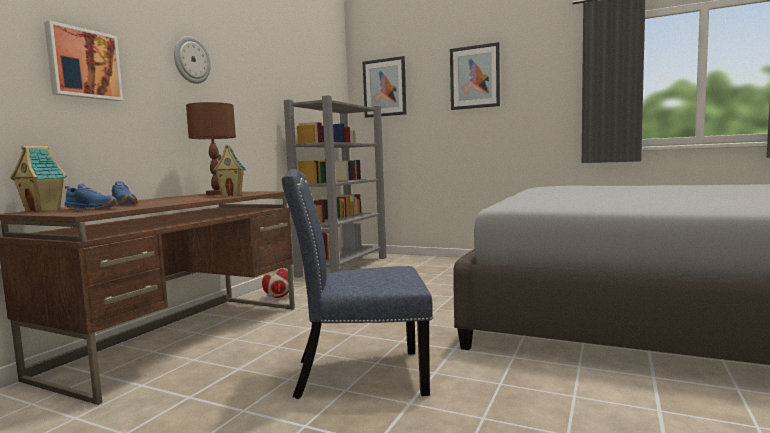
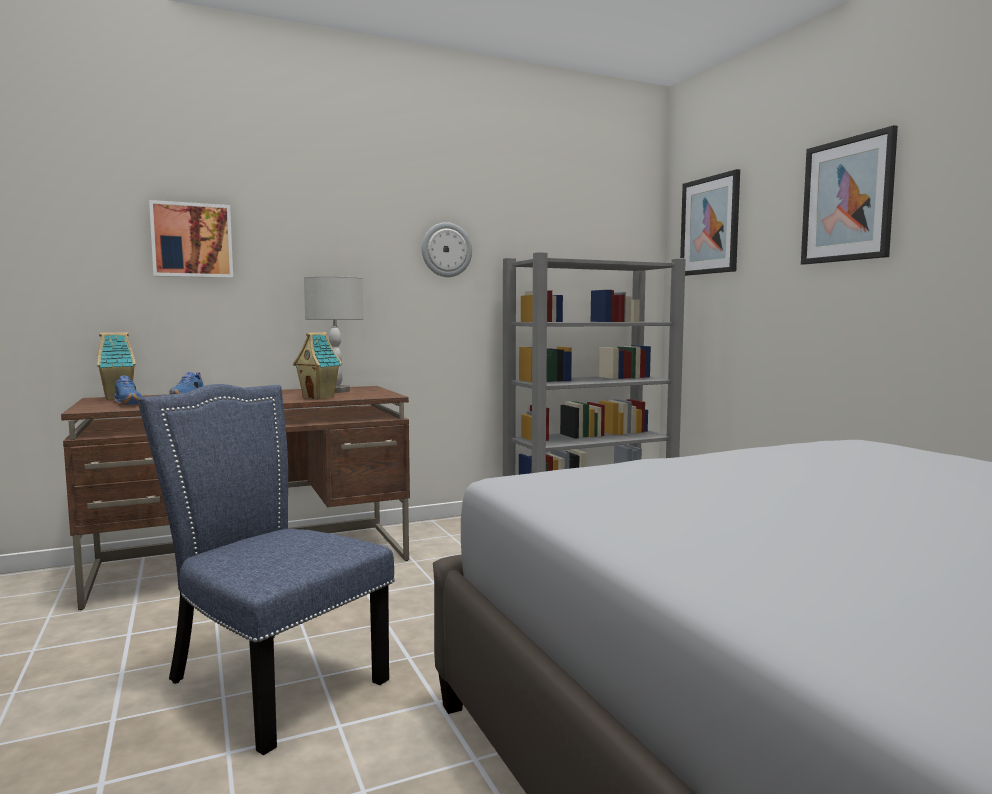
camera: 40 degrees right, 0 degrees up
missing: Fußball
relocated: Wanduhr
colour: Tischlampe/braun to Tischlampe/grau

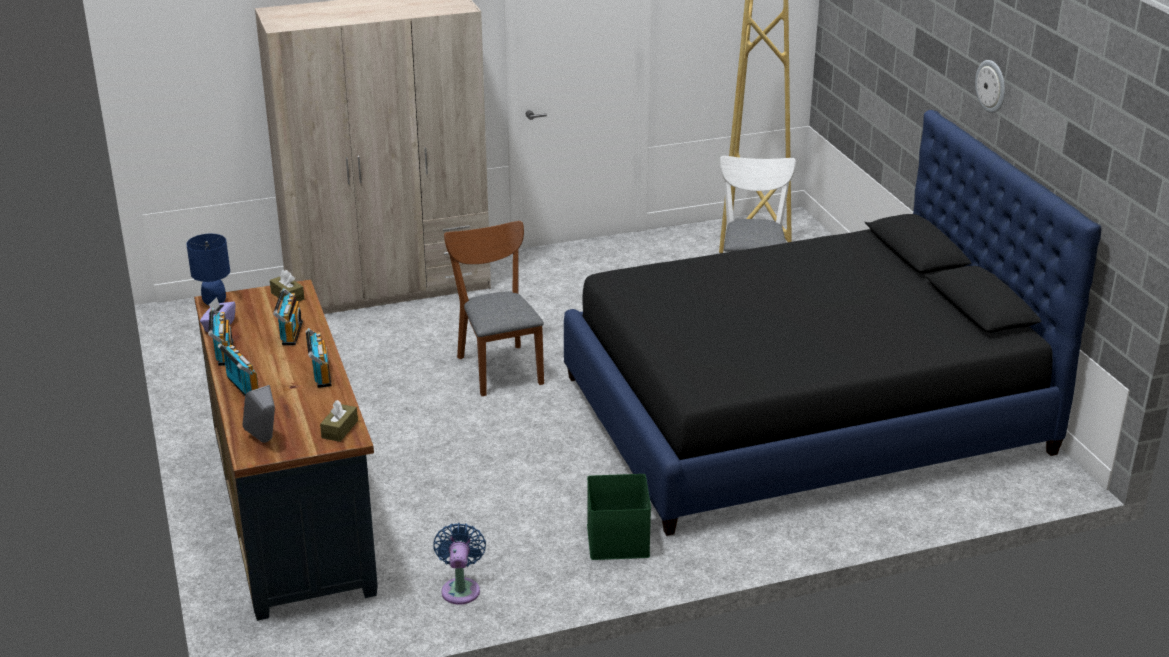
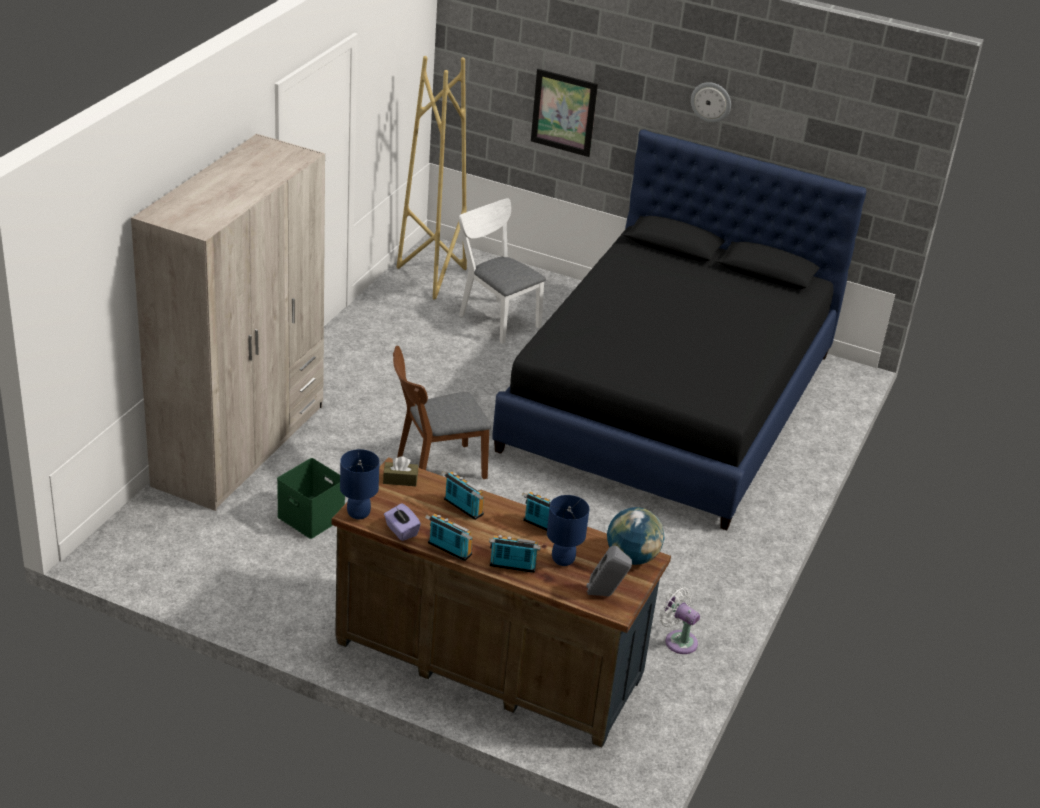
camera: 50 degrees left, 5 degrees up
appeared: Bild; Tischlampe/blau (no. 2 from left)
relocated: Aufbewahrungsbox/grün
exchanged: Taschentuchbox/braun (no. 2 from left) to Globus
colour: Ventilator/blau to Ventilator/weiß
spun: Stuhl/braun 45 degrees counterclockwise

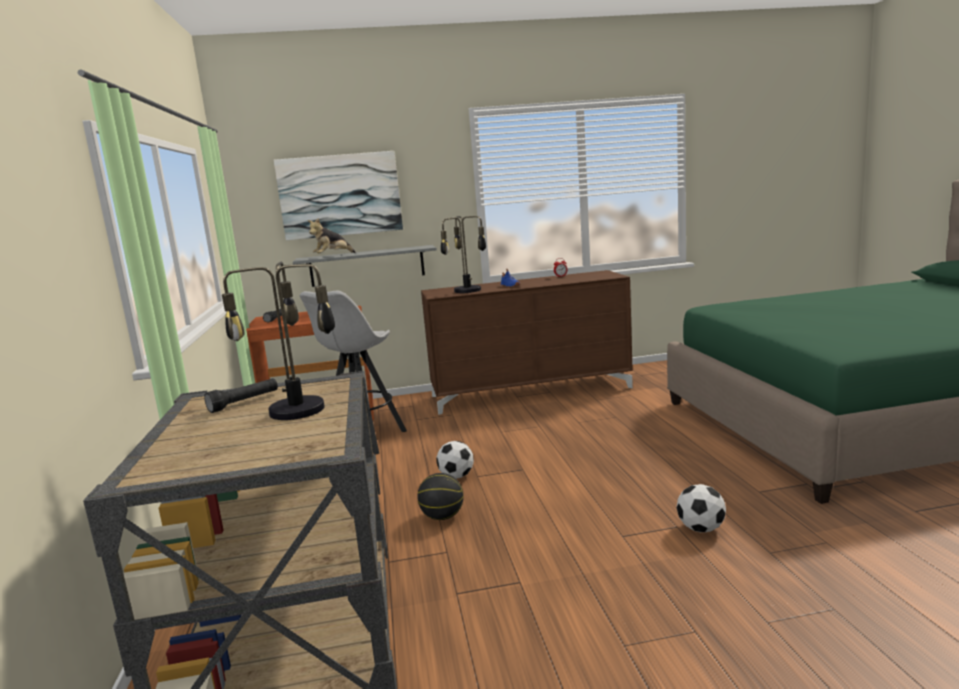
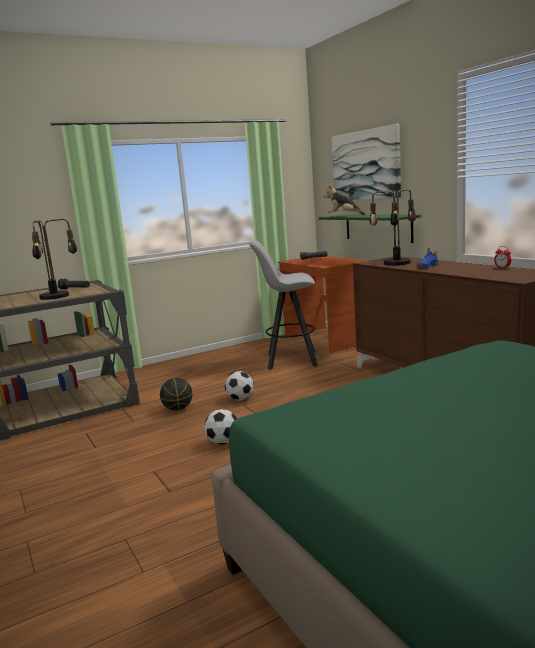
camera: 70 degrees right, 0 degrees up
relocated: Fußball (no. 2 from left in the first image) to Fußball (no. 1 from left)
colour: Wandregal/grau to Wandregal/grün

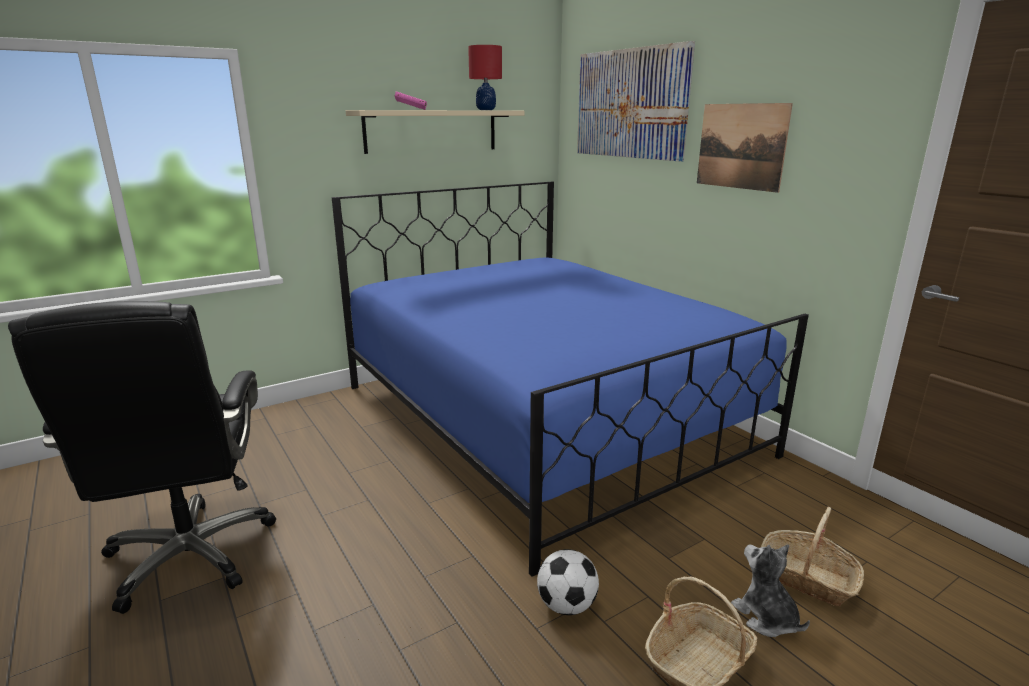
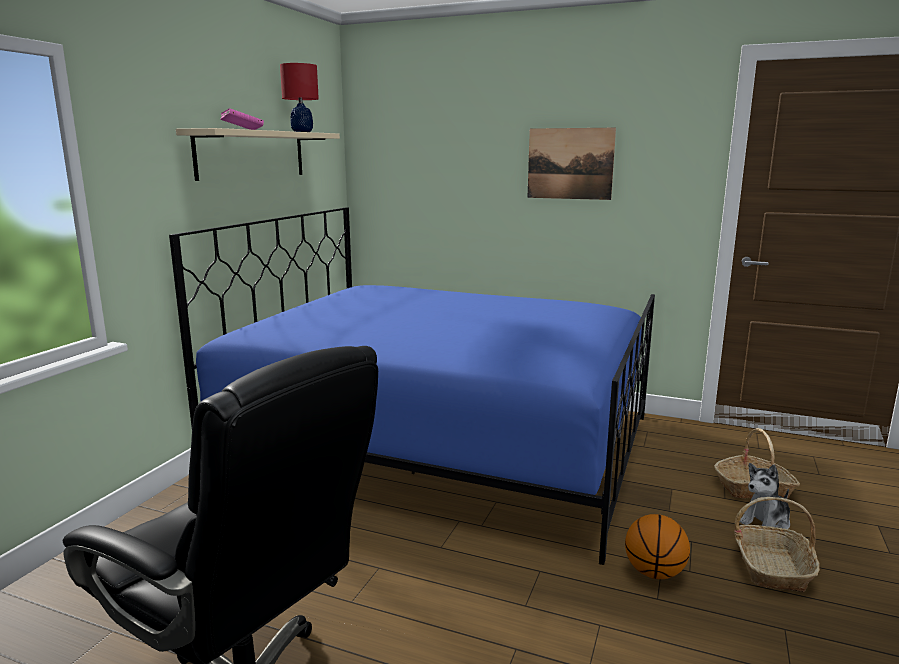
camera: 35 degrees left, 5 degrees down
missing: Bild (no. 1 from left)
exchanged: Fußball to Basketball
spun: Plüschtier 60 degrees counterclockwise

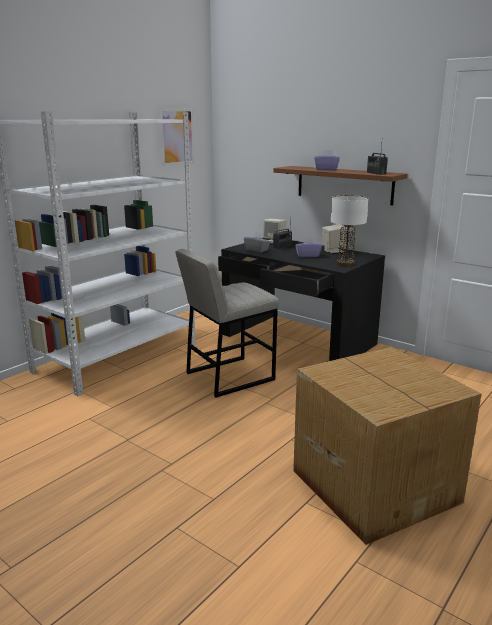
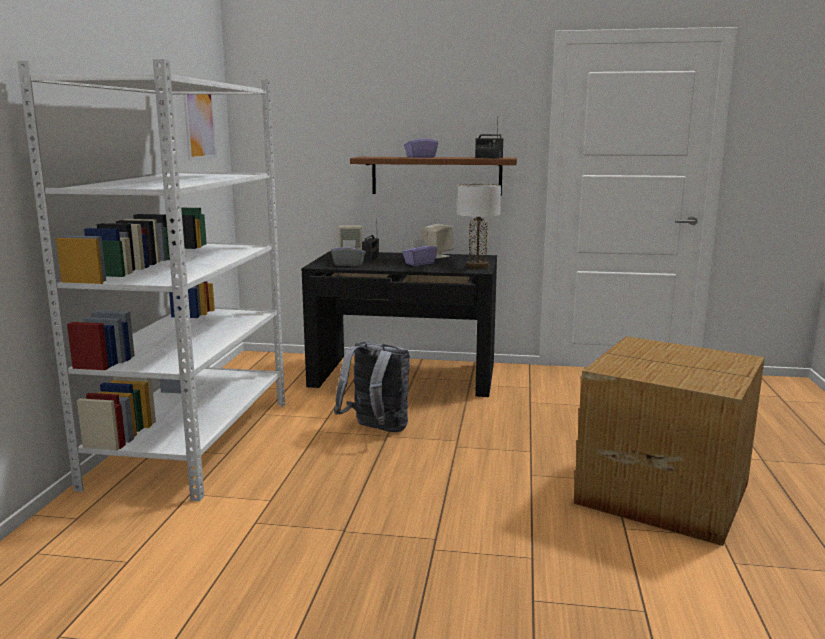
camera: 30 degrees left, 5 degrees down
exchanged: Stuhl/grau to Rucksack/grau

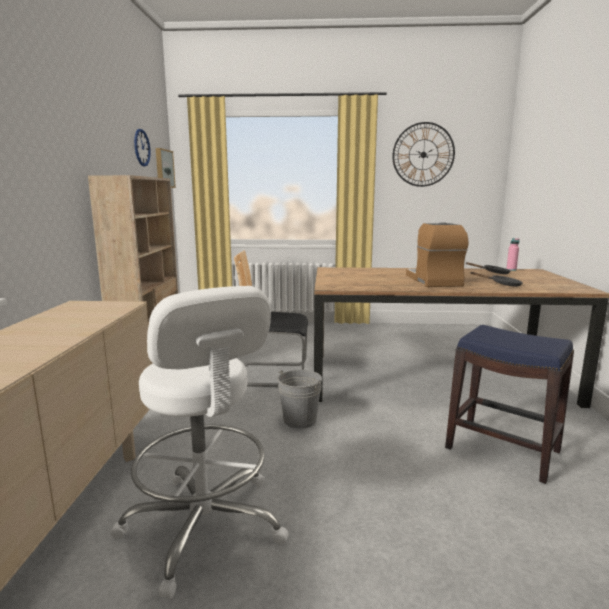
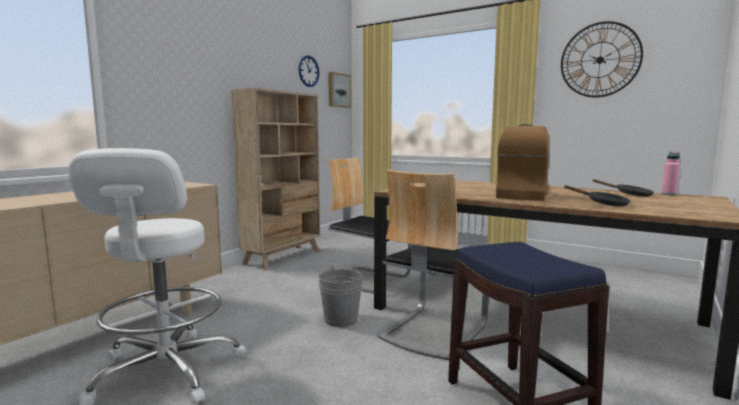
camera: 30 degrees right, 5 degrees down
appeared: Stuhl (no. 2 from left)

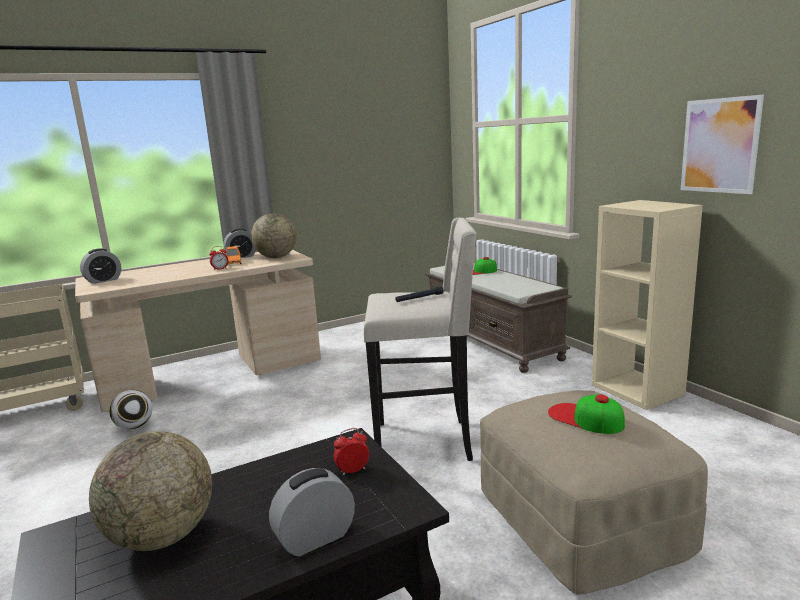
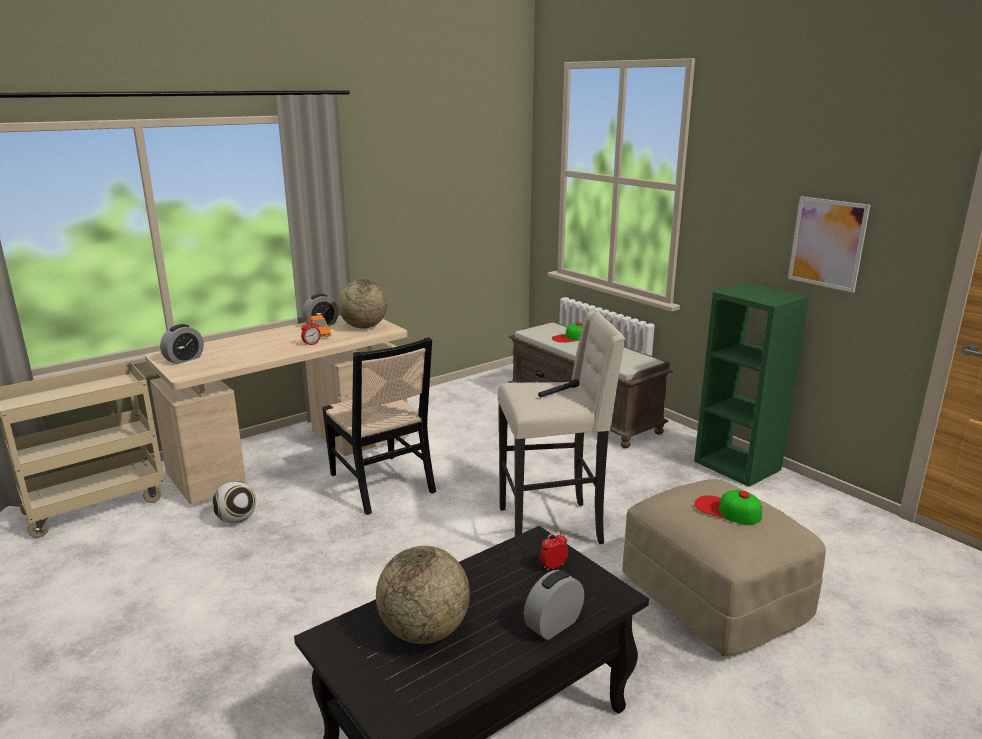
camera: 10 degrees left, 5 degrees up
appeared: Stuhl
colour: Bücherregal/beige to Bücherregal/grün

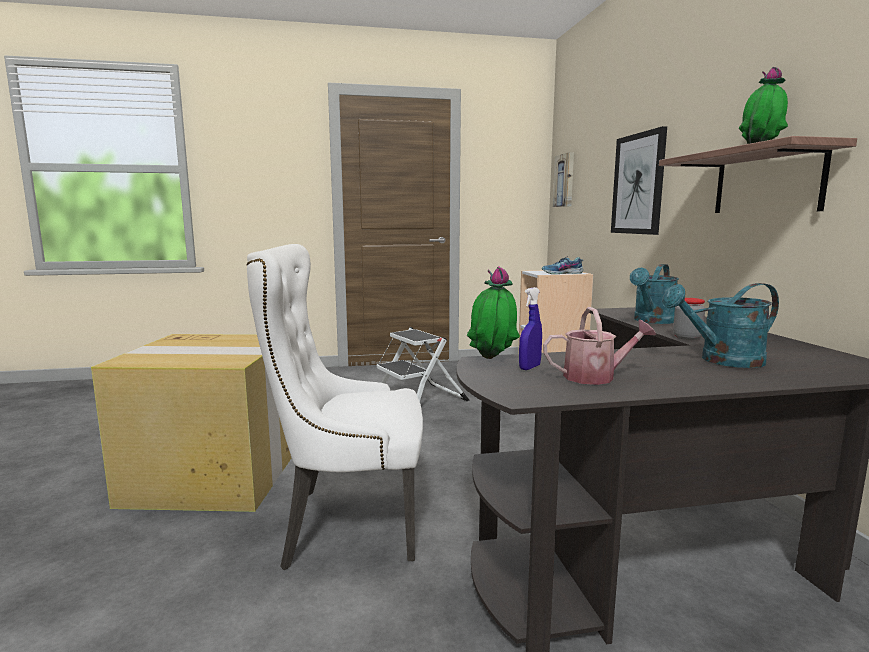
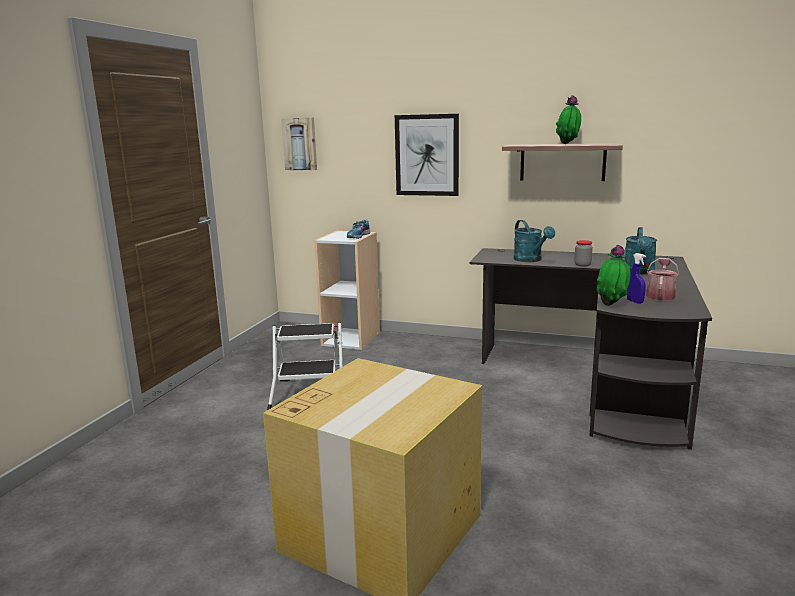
camera: 60 degrees left, 5 degrees up
missing: Stuhl/weiß

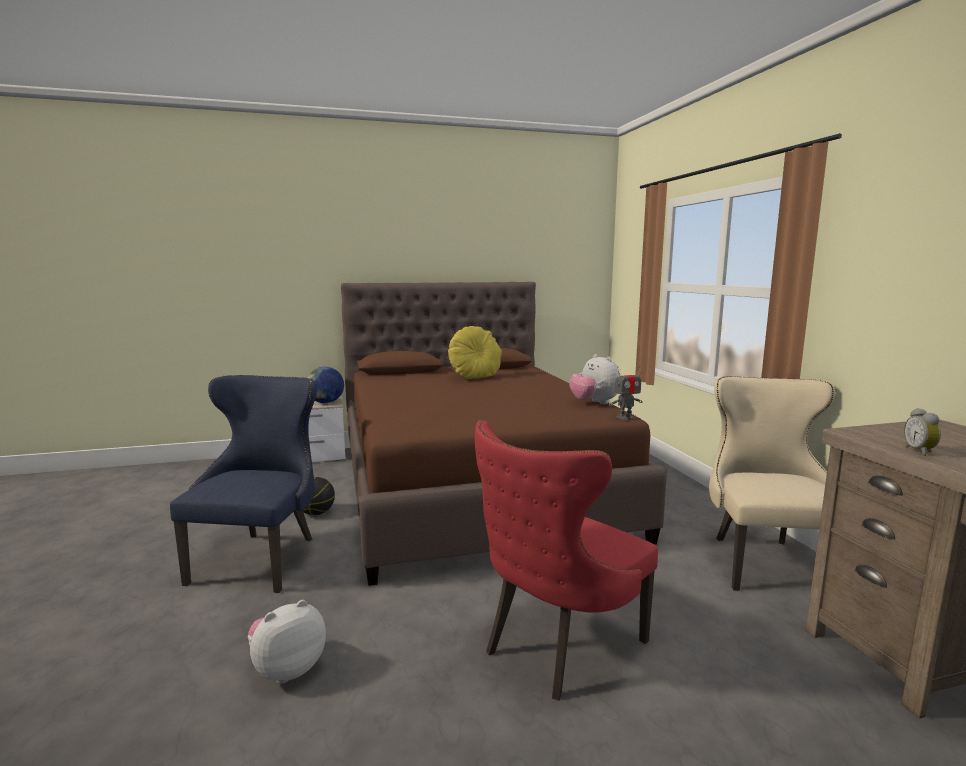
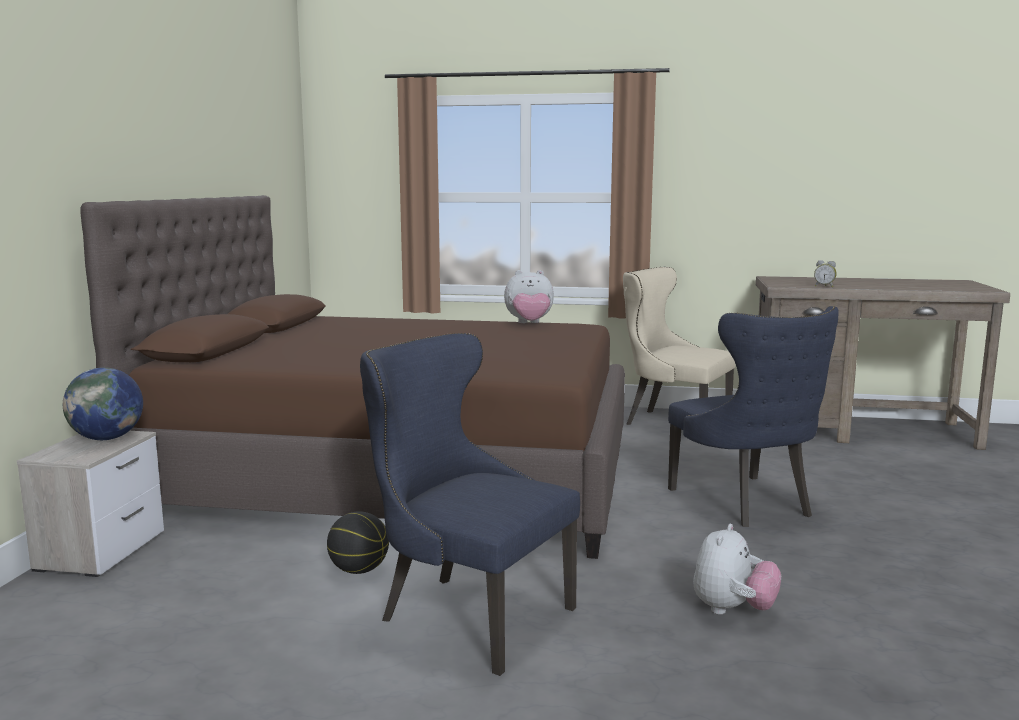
camera: 65 degrees left, 0 degrees up
missing: Kissen/gelb; Spielzeugroboter
colour: Stuhl/rot to Stuhl/blau (no. 2 from left)
spun: Plüschtier (no. 1 from left in the first image) 135 degrees counterclockwise

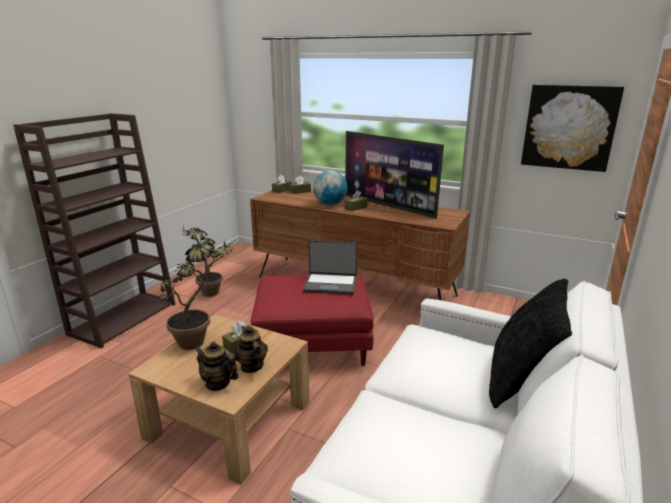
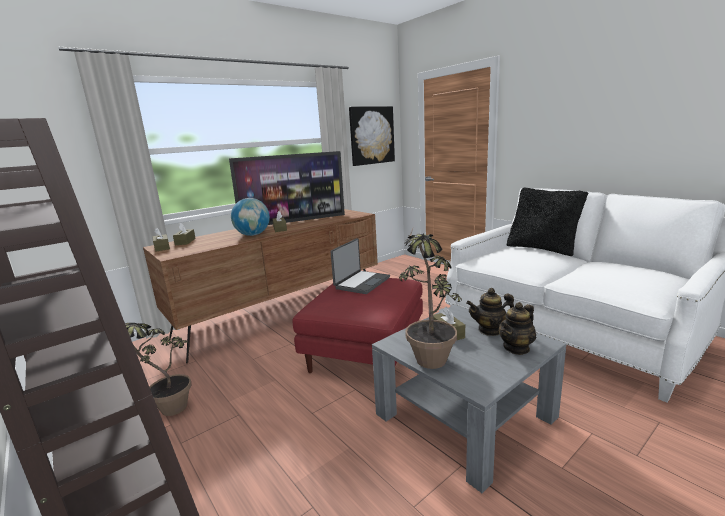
camera: 65 degrees left, 5 degrees down
colour: Couchtisch/braun to Couchtisch/grau

